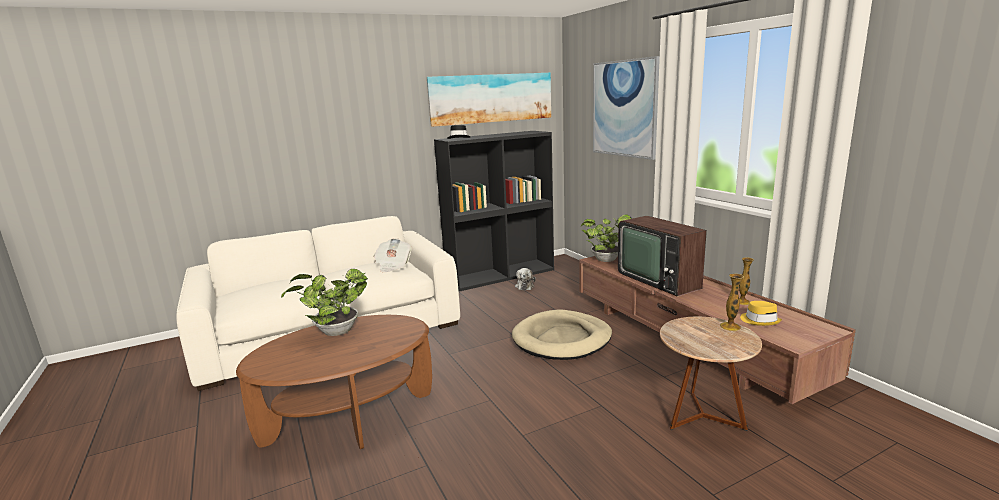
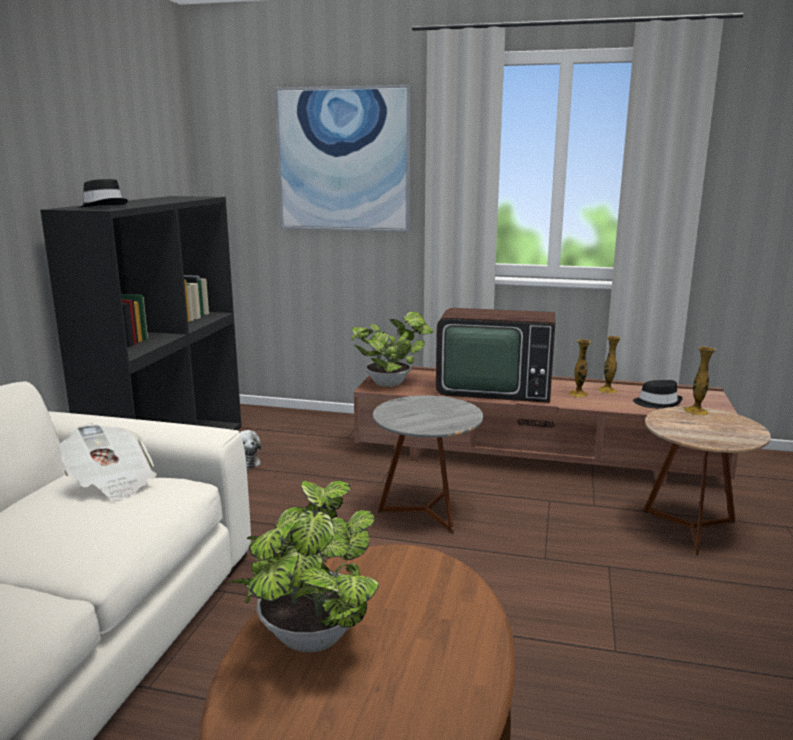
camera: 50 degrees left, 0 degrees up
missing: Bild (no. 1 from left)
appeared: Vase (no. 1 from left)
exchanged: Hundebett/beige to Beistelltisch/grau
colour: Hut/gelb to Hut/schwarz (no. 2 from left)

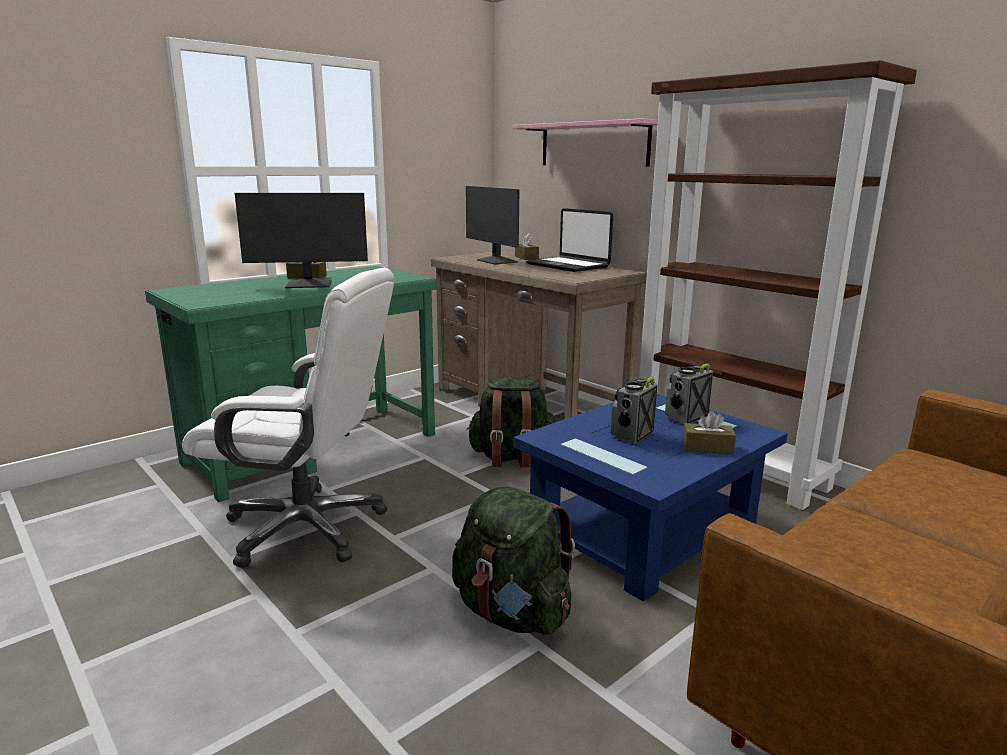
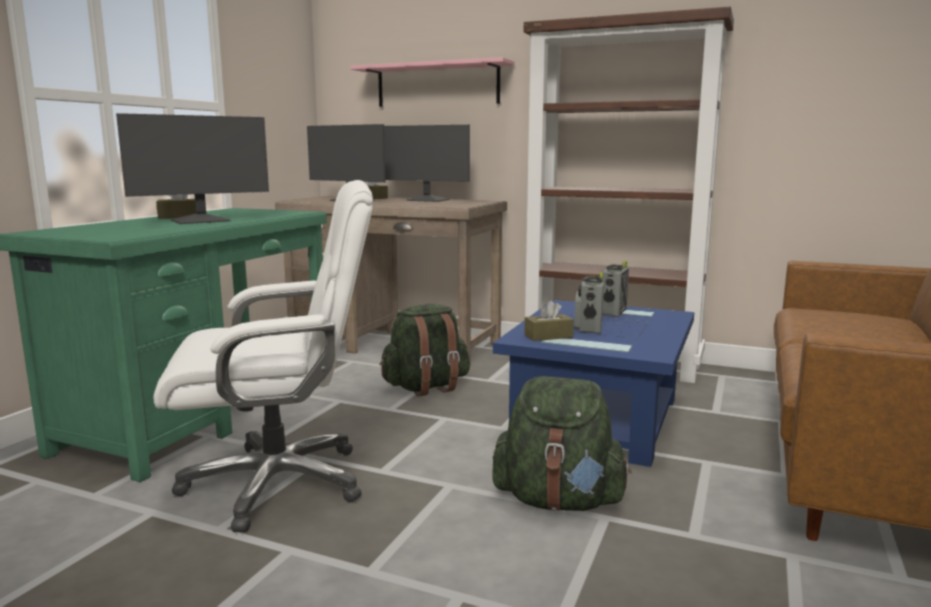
camera: 25 degrees left, 5 degrees down
relocated: Taschentuchbox/braun (no. 3 from left)
exchanged: Laptop to Monitor (no. 3 from left)

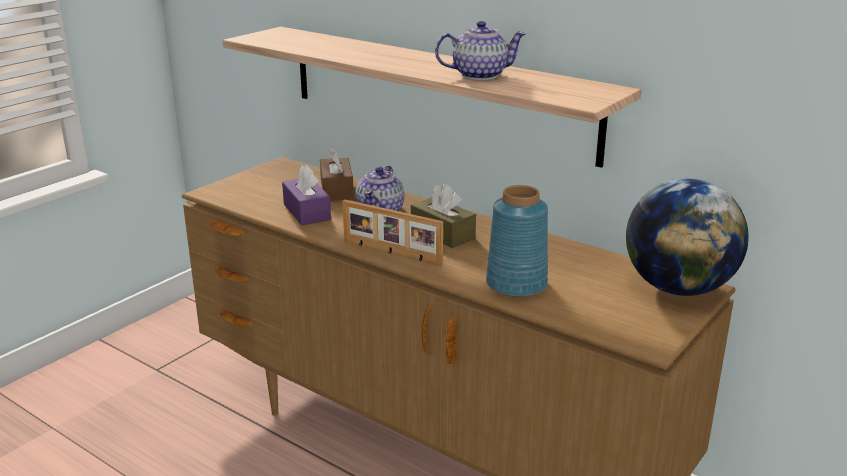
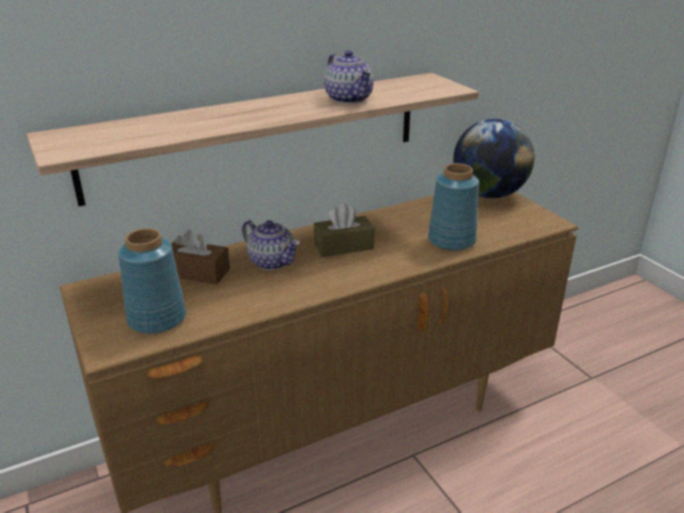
camera: 65 degrees left, 5 degrees up
missing: Taschentuchbox/lila; Bilderrahmen
appeared: Vase/blau (no. 1 from left)
spun: Teekanne (no. 2 from left) 135 degrees clockwise

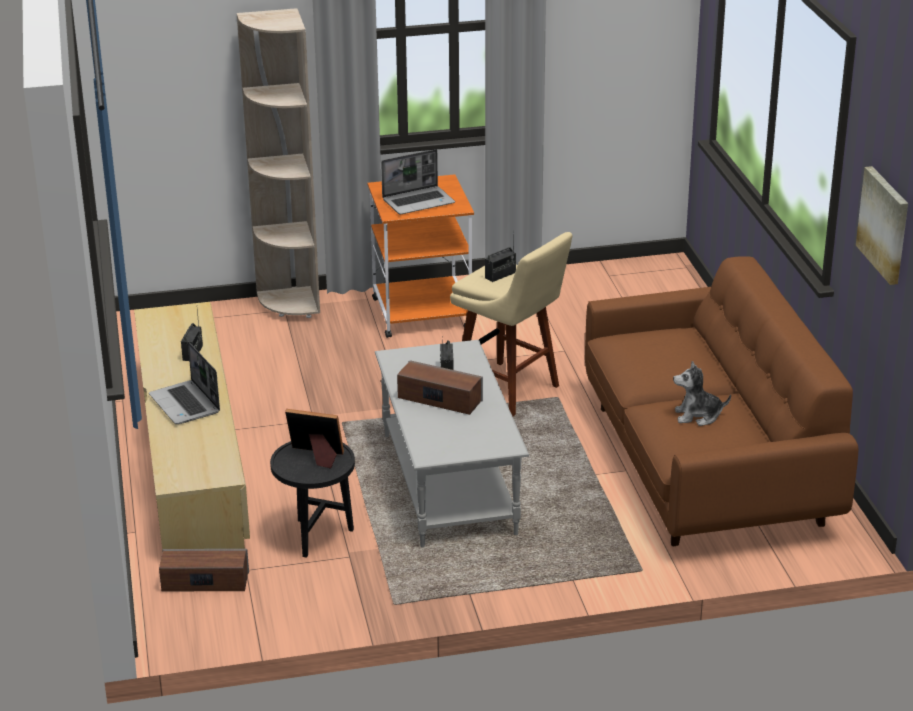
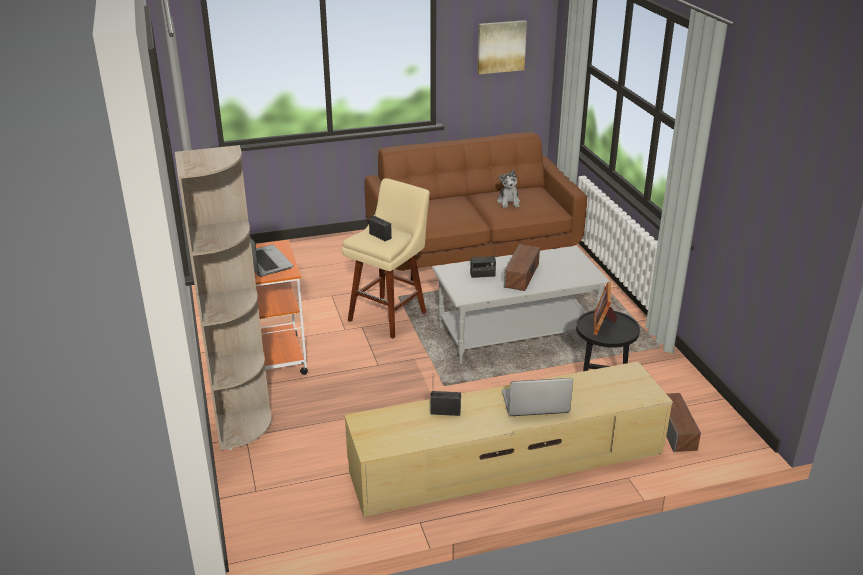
camera: 95 degrees left, 0 degrees up
spun: Laptop (no. 1 from left in the first image) 150 degrees counterclockwise

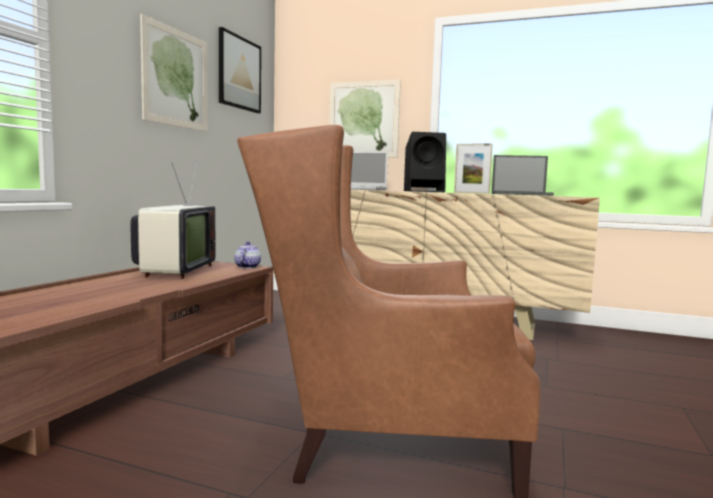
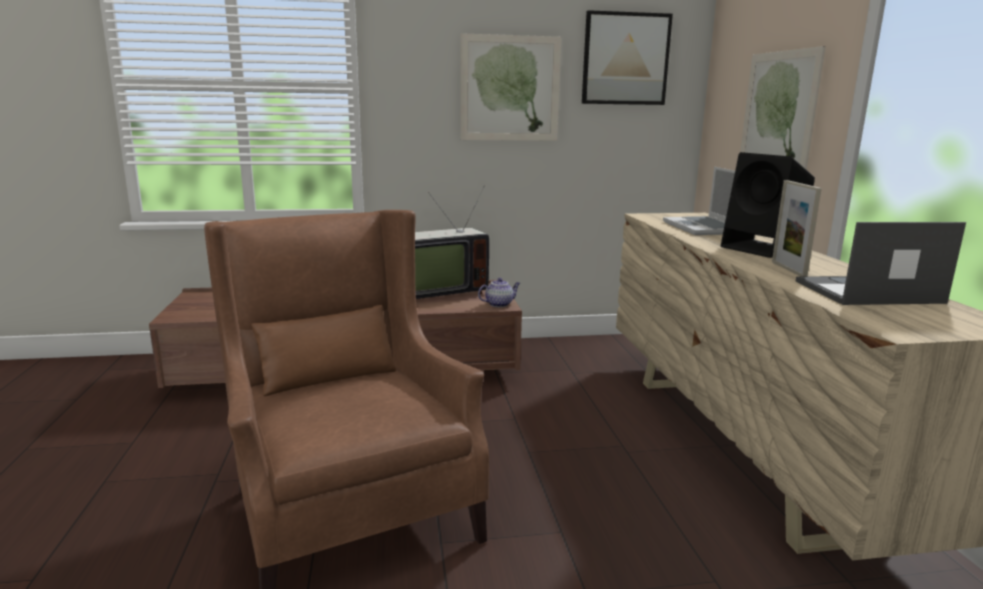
camera: 60 degrees right, 10 degrees up
spun: Laptop (no. 2 from left) 105 degrees clockwise

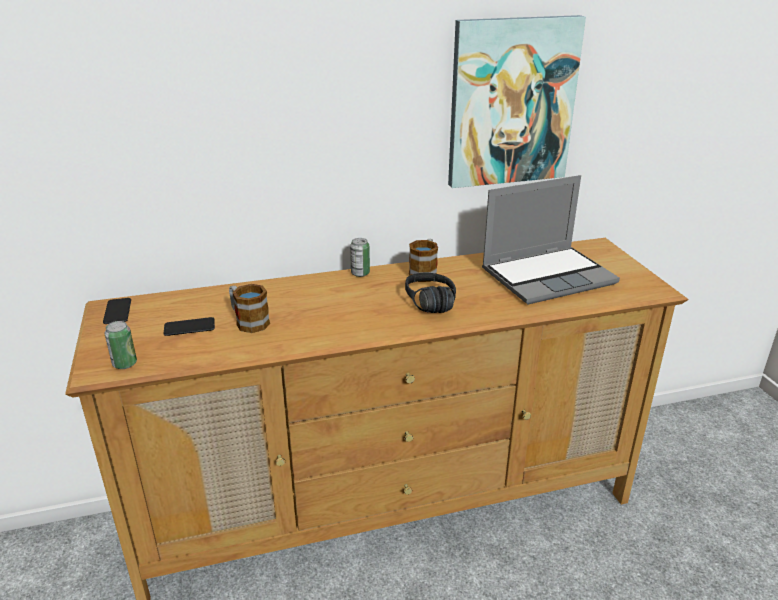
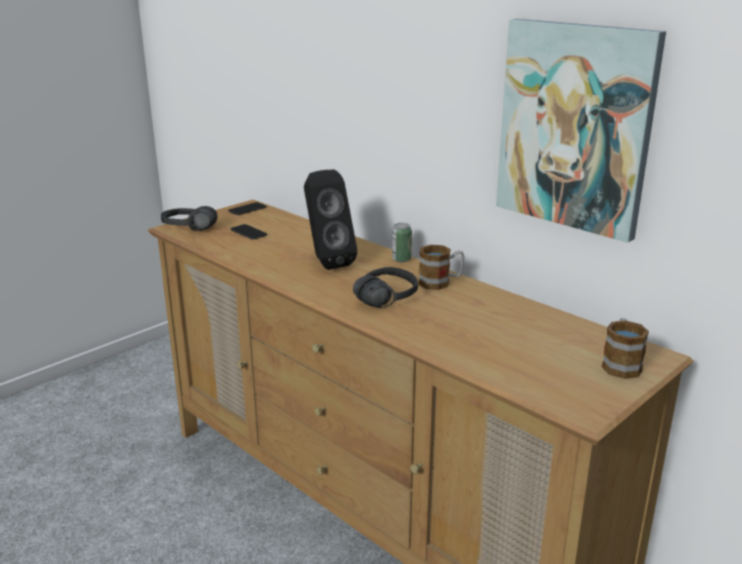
camera: 60 degrees right, 5 degrees down
missing: Laptop
appeared: Lautsprecher/schwarz
relocated: Henkelbecher (no. 1 from left in the first image) to Henkelbecher (no. 2 from left)
exchanged: Dose (no. 1 from left) to Kopfhörer/schwarz (no. 1 from left)

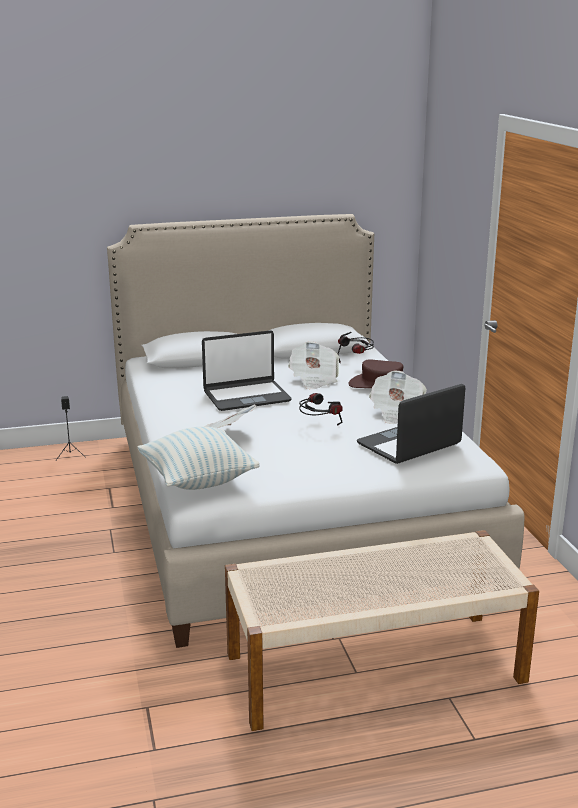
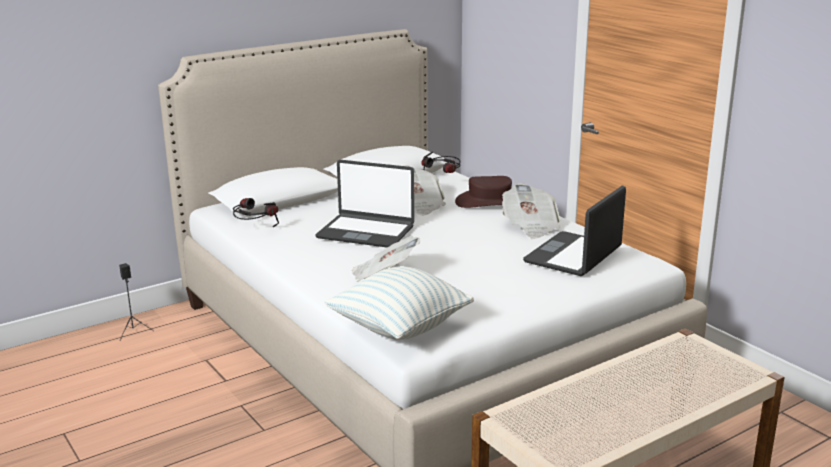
camera: 20 degrees left, 0 degrees up
relocated: Kopfhörer (no. 1 from left)
spun: Laptop (no. 1 from left) 60 degrees clockwise

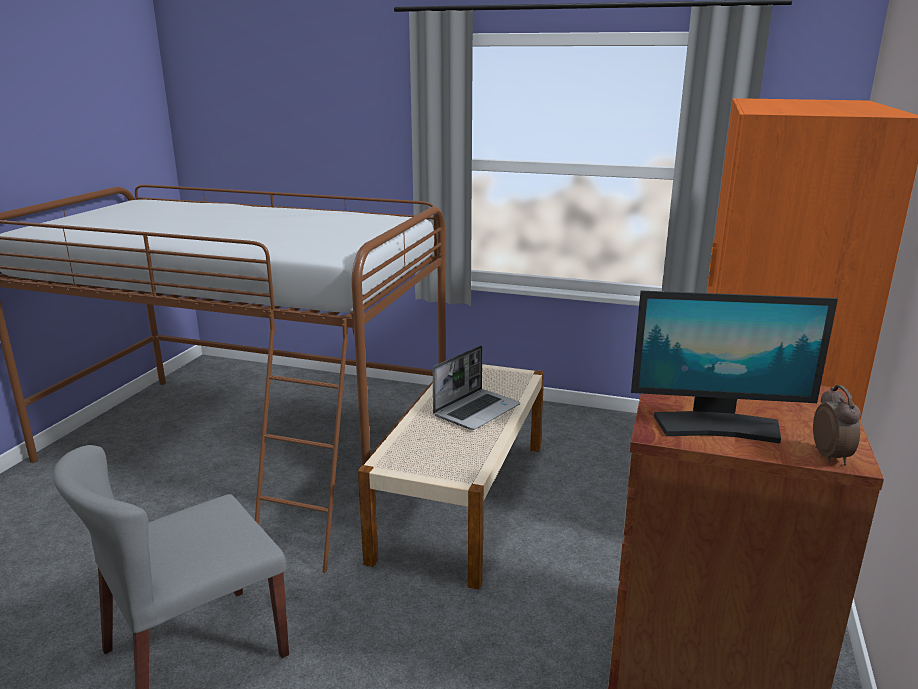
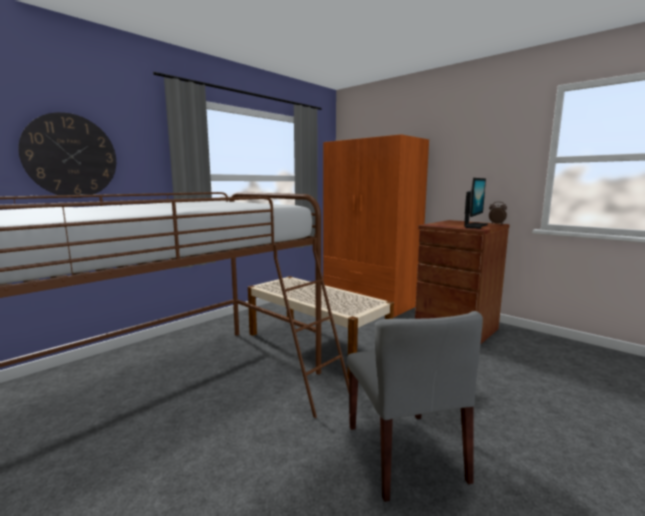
camera: 65 degrees left, 10 degrees down
missing: Laptop
appeared: Wanduhr

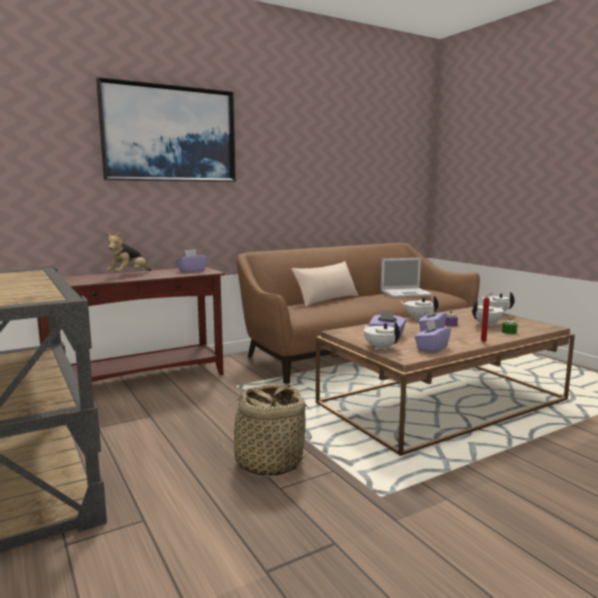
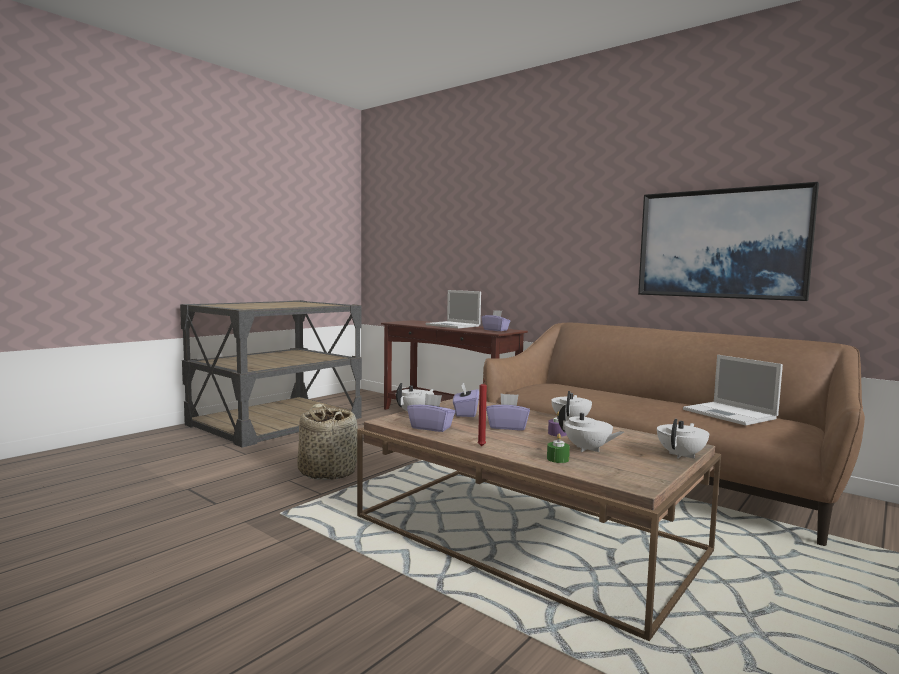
camera: 70 degrees right, 5 degrees down
missing: Kissen/beige
relocated: Bild
exchanged: Plüschtier to Laptop (no. 1 from left)

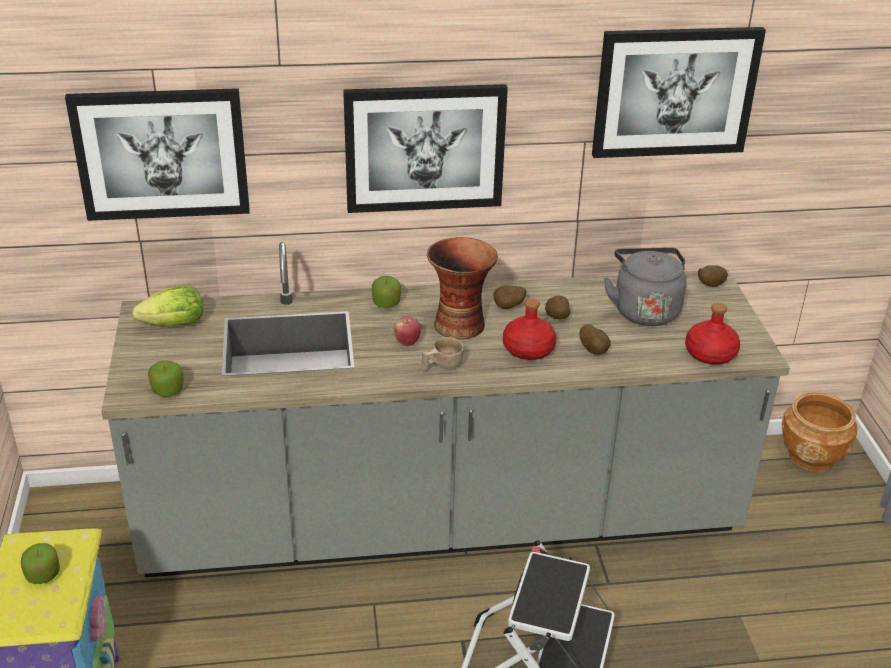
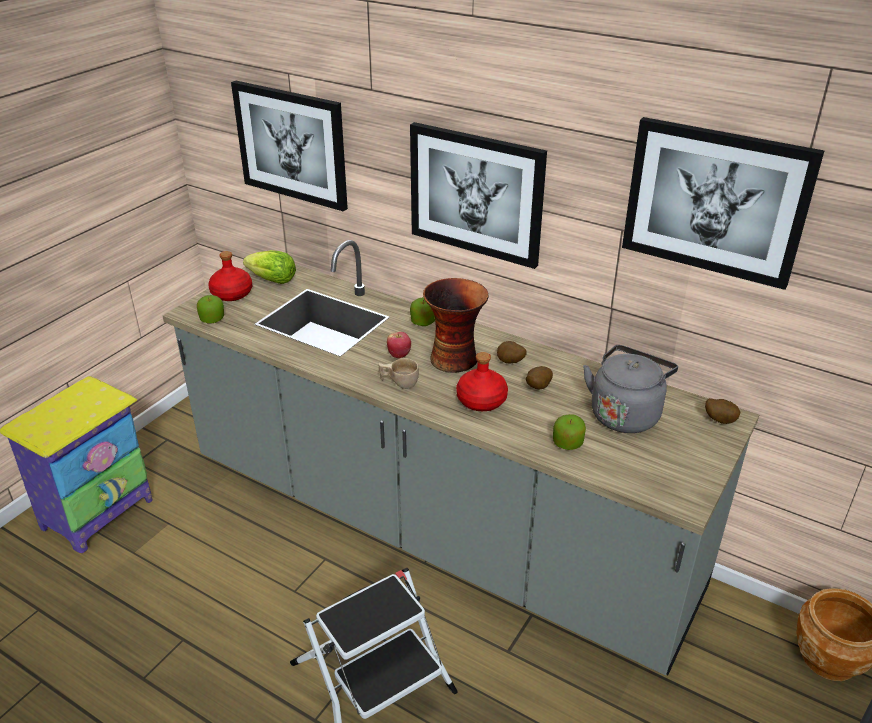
camera: 40 degrees right, 0 degrees up
missing: Kartoffel (no. 3 from left)
relocated: Apfel (no. 1 from left in the first image) to Apfel (no. 4 from left); Flasche/rot (no. 2 from left in the first image) to Flasche/rot (no. 1 from left)

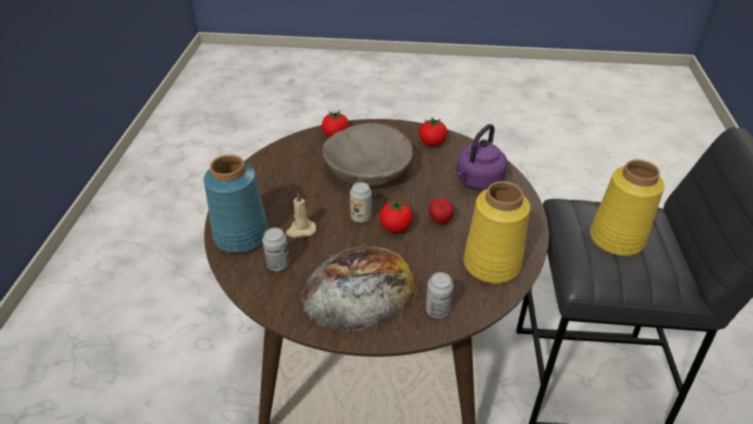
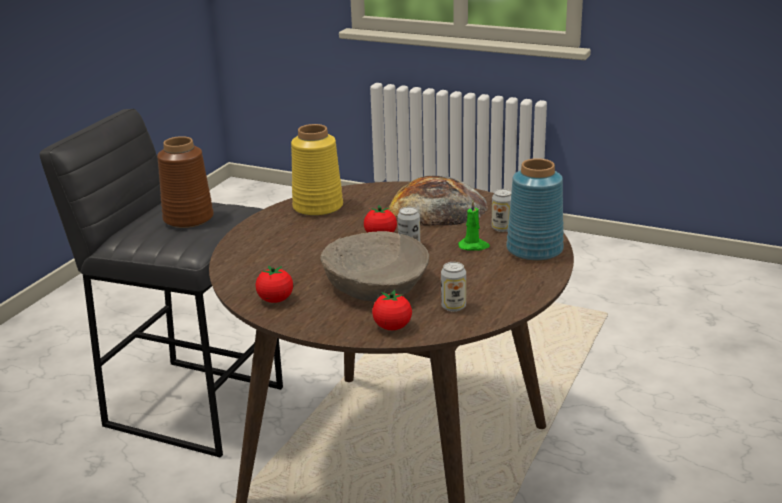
camera: 160 degrees left, 15 degrees down
missing: Apfel; Wasserkessel/lila
relocated: Dose (no. 3 from left in the first image) to Dose (no. 2 from left)
colour: Kerze/beige to Kerze/grün; Vase/gelb (no. 2 from left) to Vase/braun

